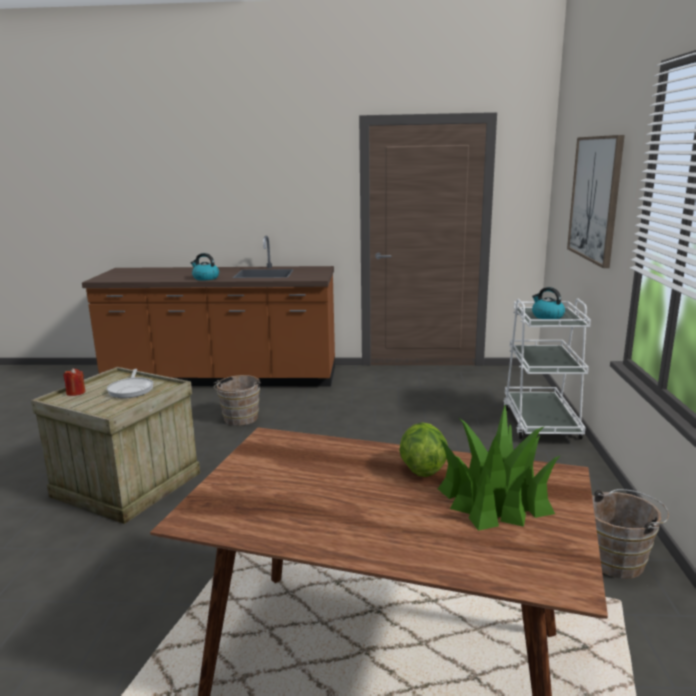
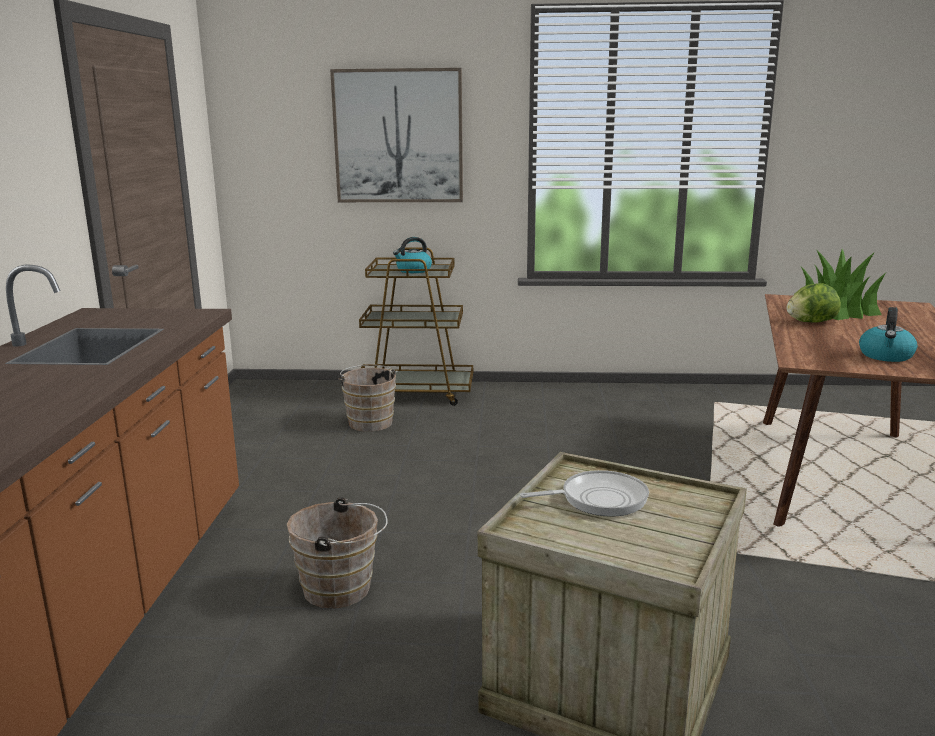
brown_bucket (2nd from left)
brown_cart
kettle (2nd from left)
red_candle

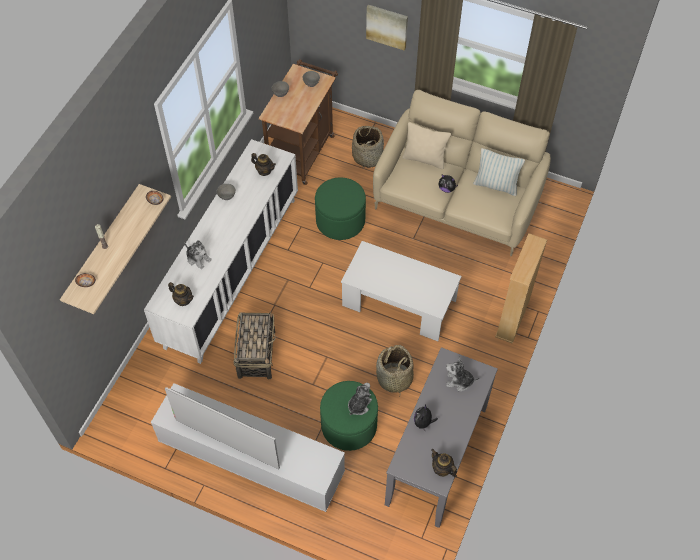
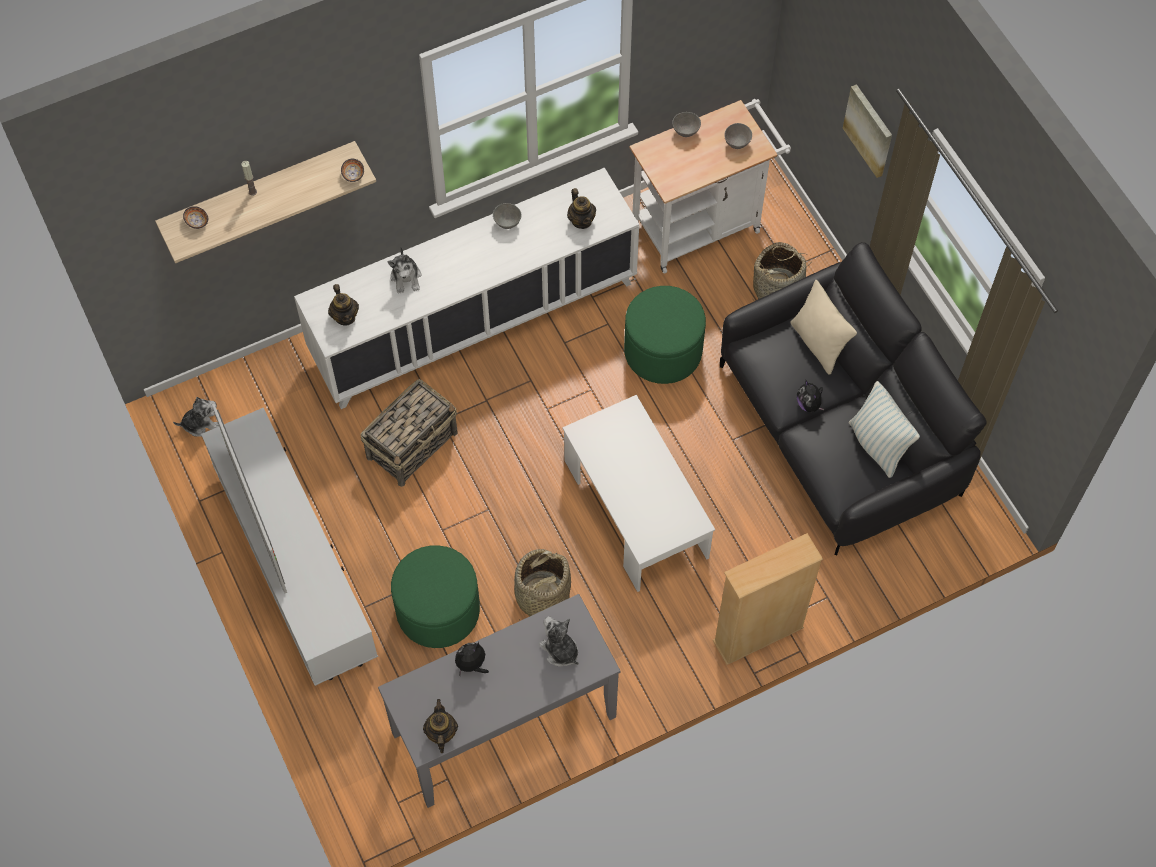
plush_toy (1st from left)
white_cart
black_sofa

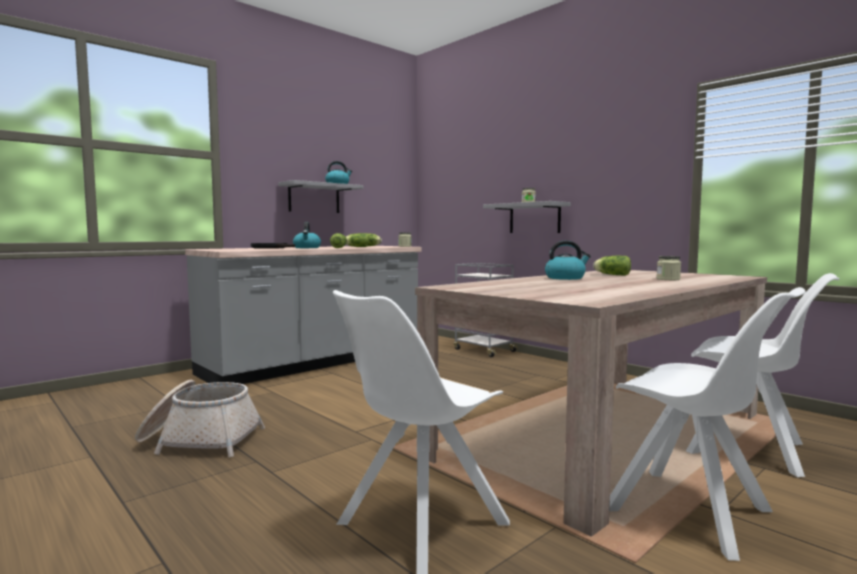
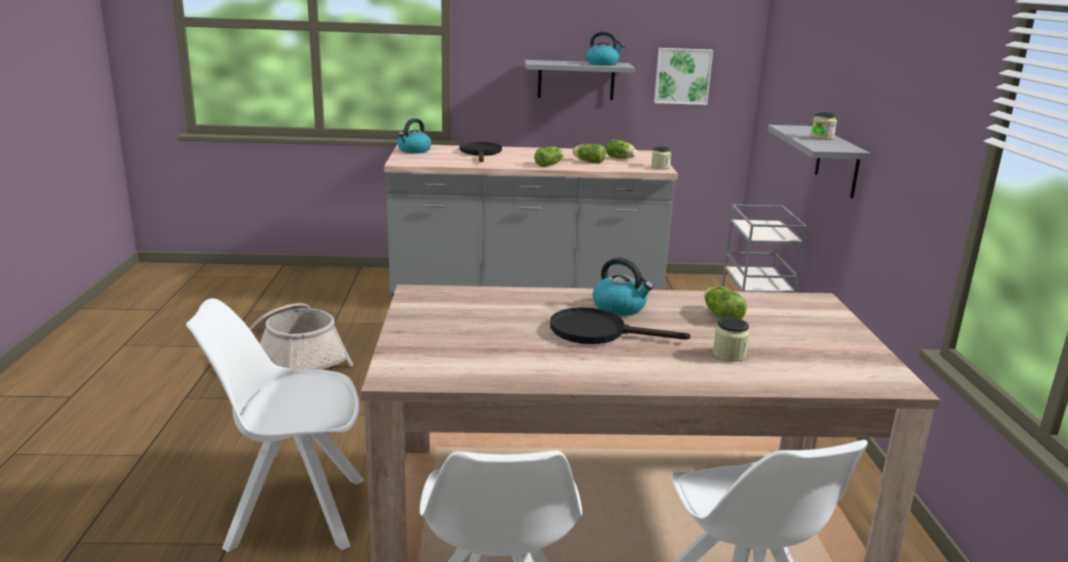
kettle (1st from left)
black_frying_pan (2nd from left)
picture

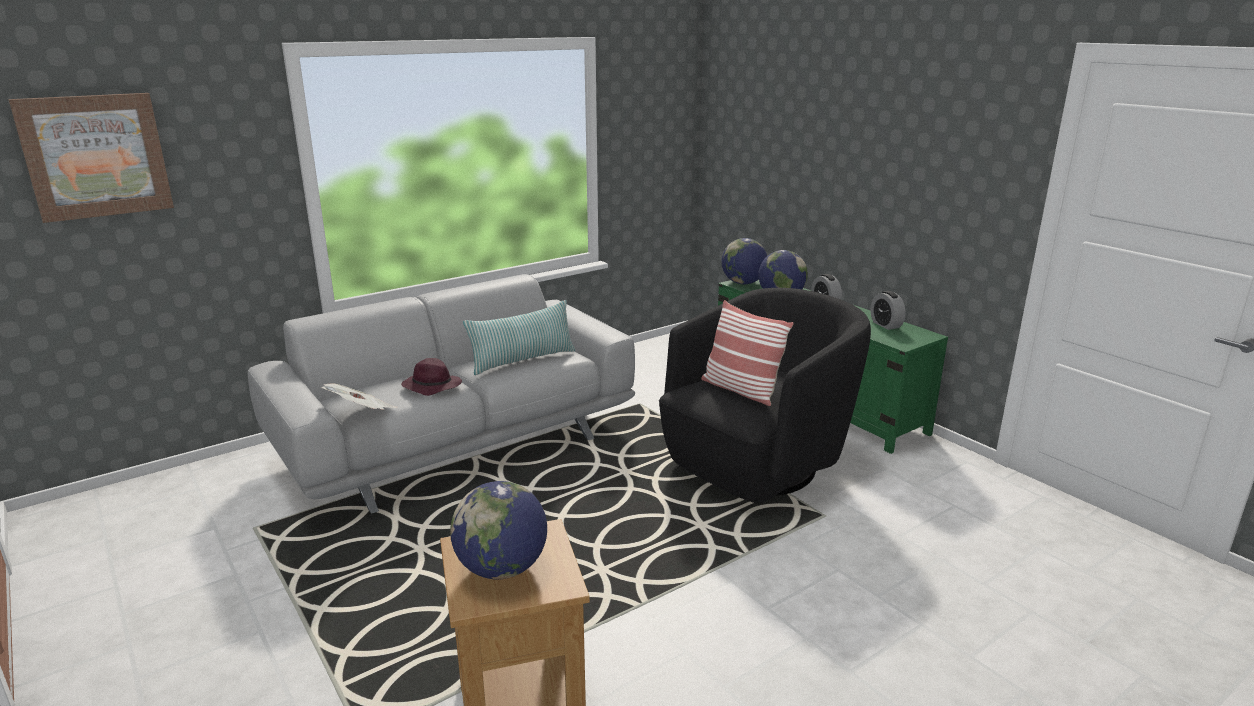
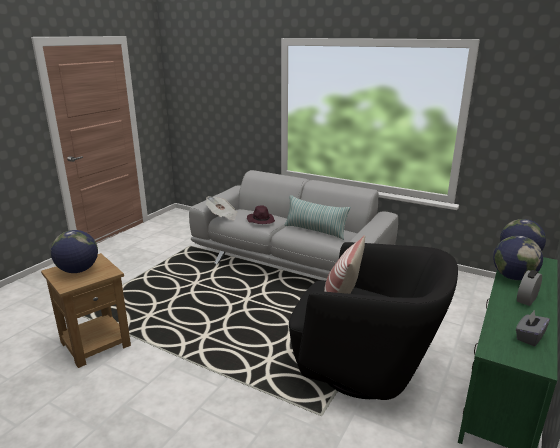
grey_tissue_box
picture

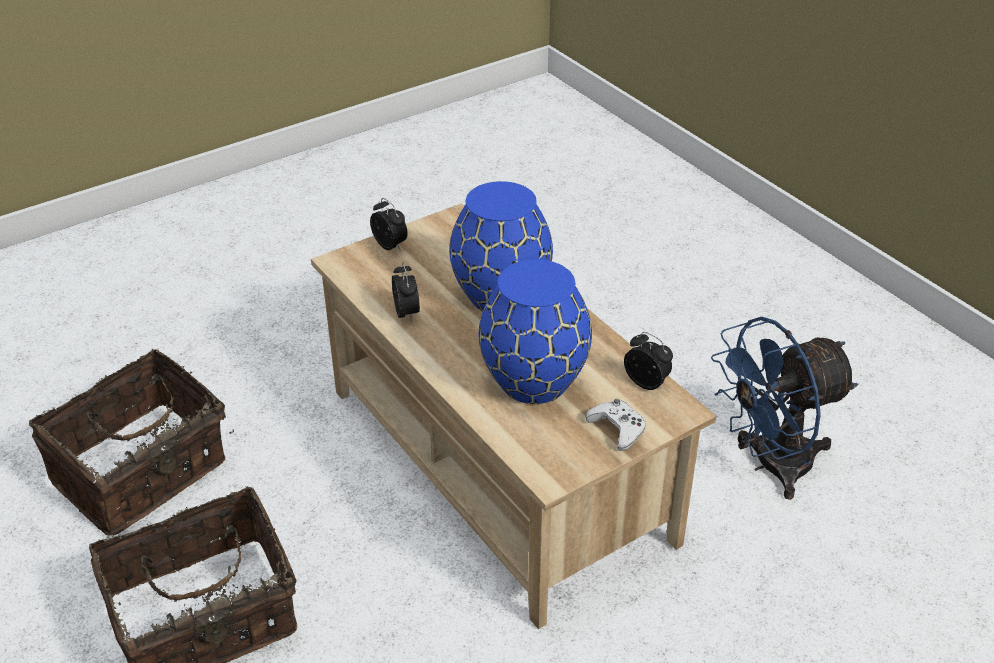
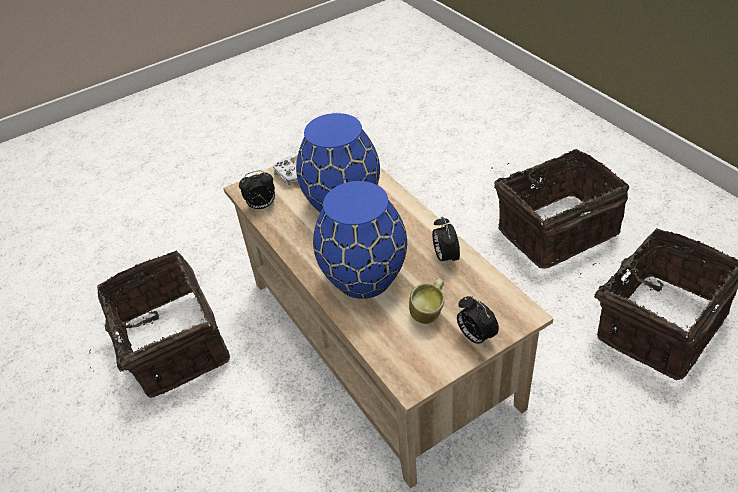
basket (1st from left)
alarm_clock (1st from left)
mug

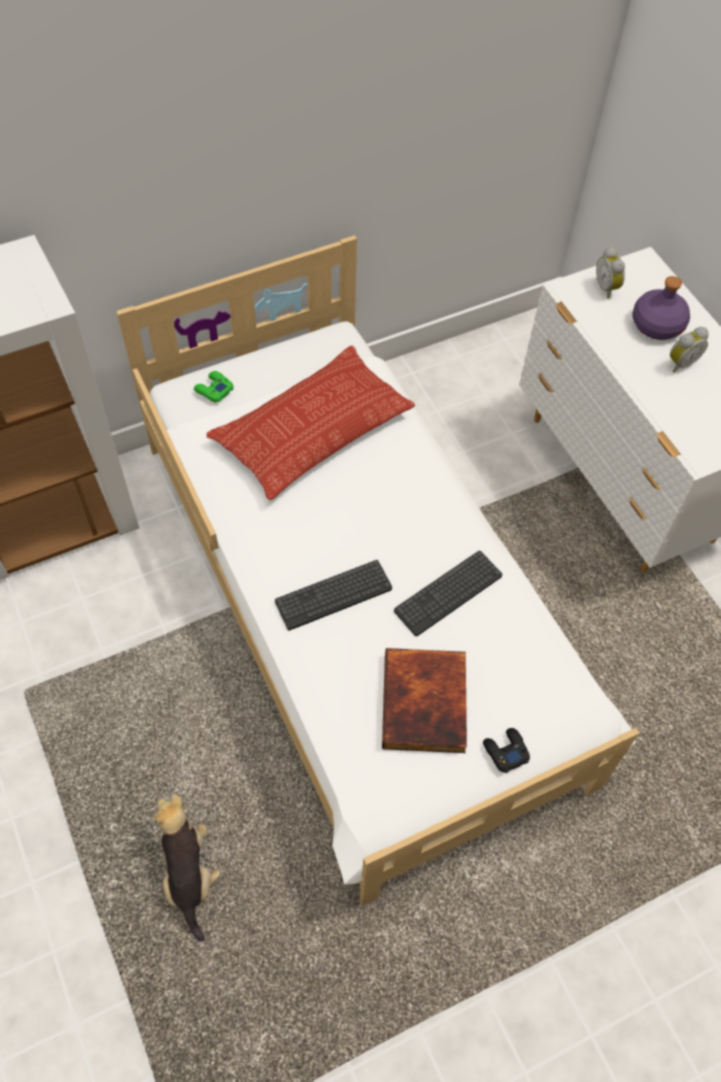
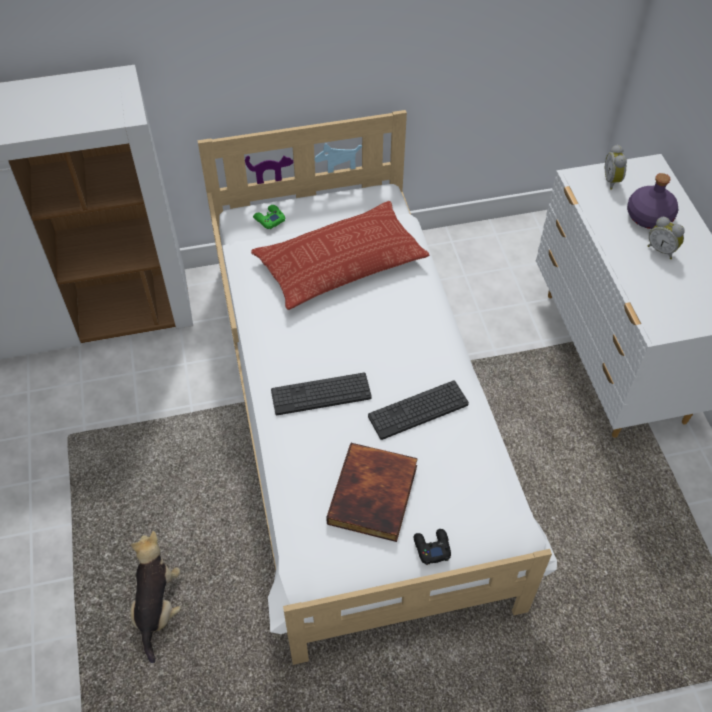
alarm_clock (2nd from left)

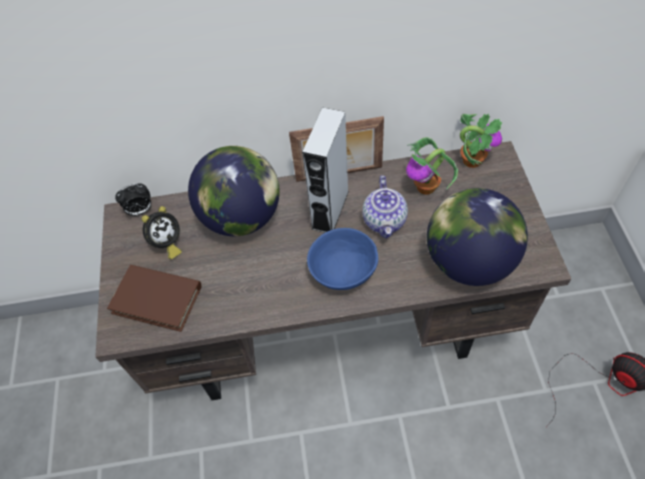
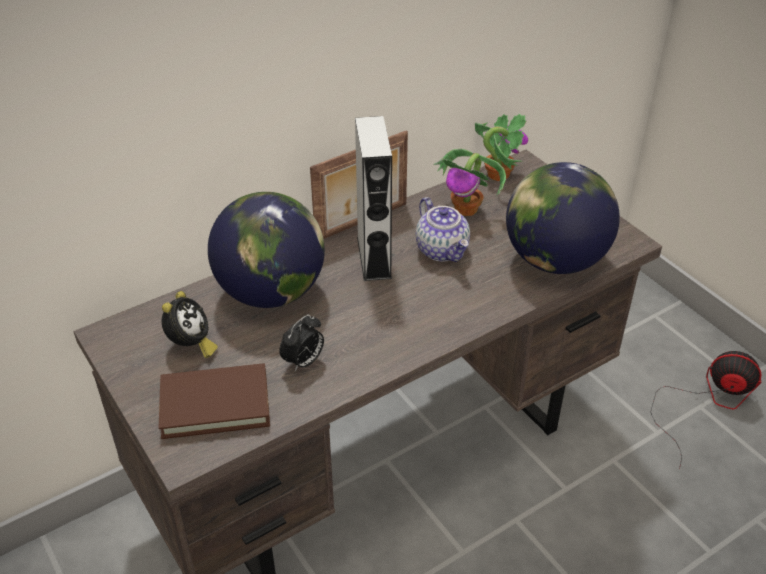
alarm_clock (2nd from left)
blue_bowl

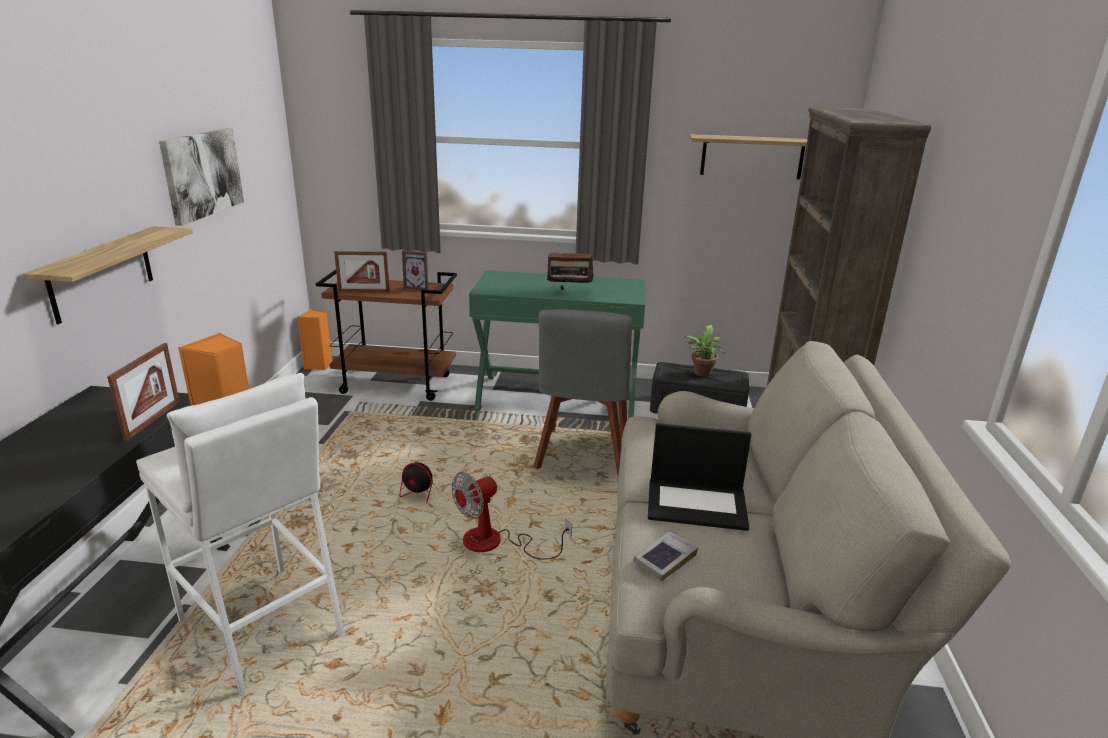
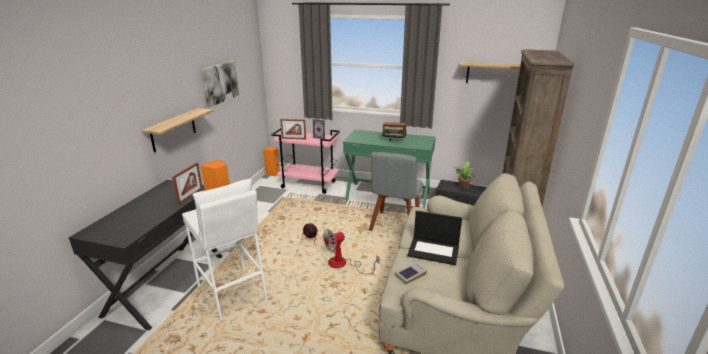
pink_cart

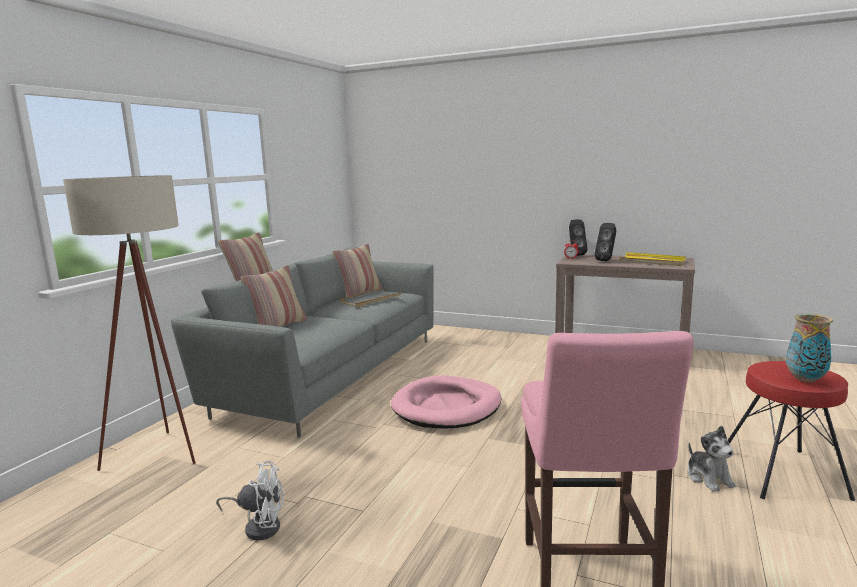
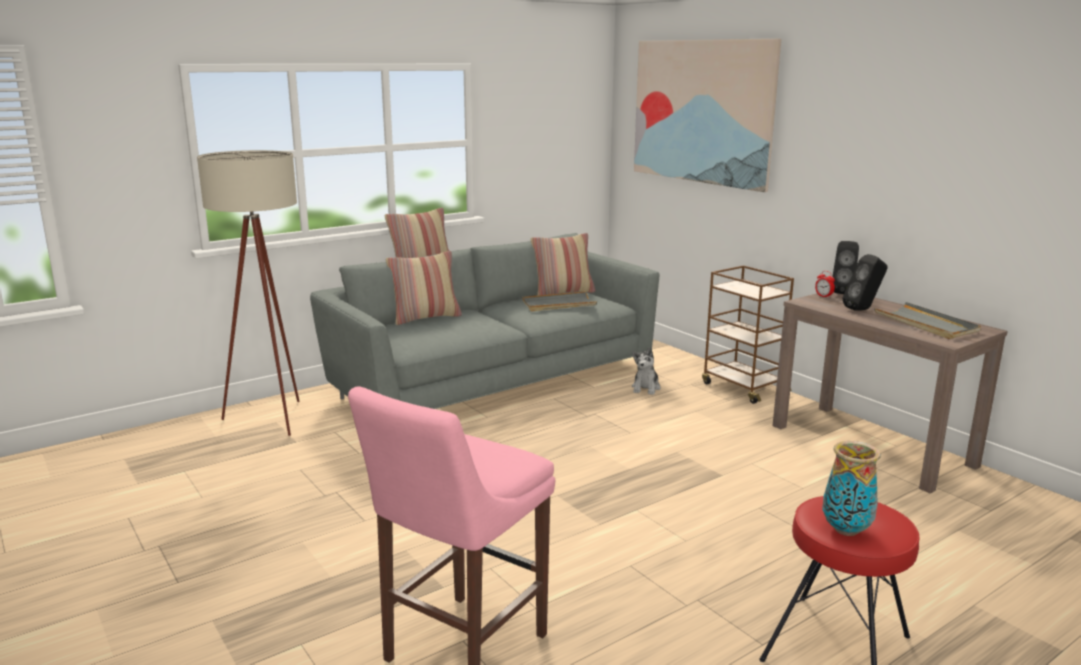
plush_toy
picture
brown_cart
grey_tray (2nd from left)
white_fan
pink_dog_bed

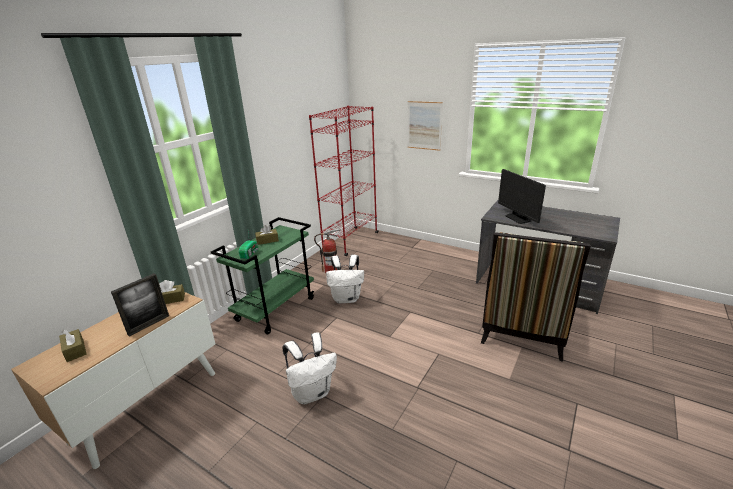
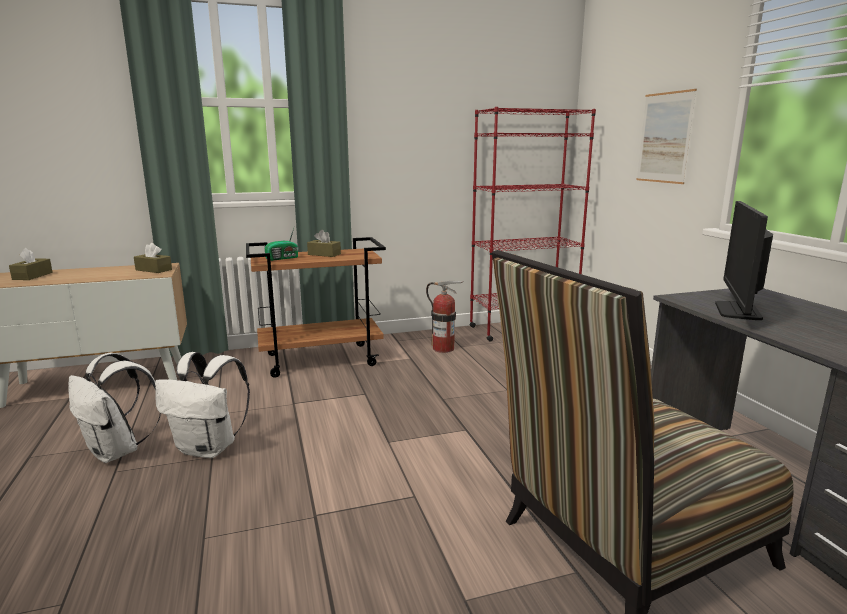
white_backpack (1st from left)
brown_cart
picture_frame

